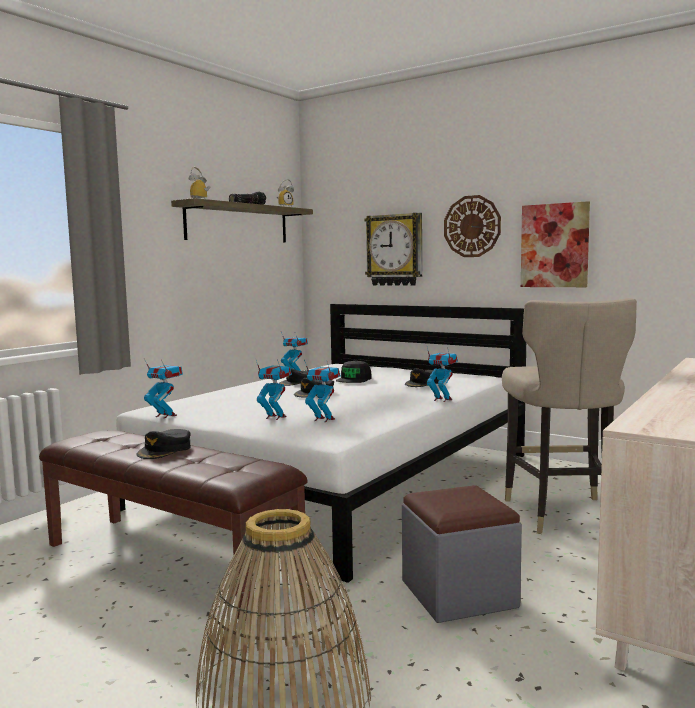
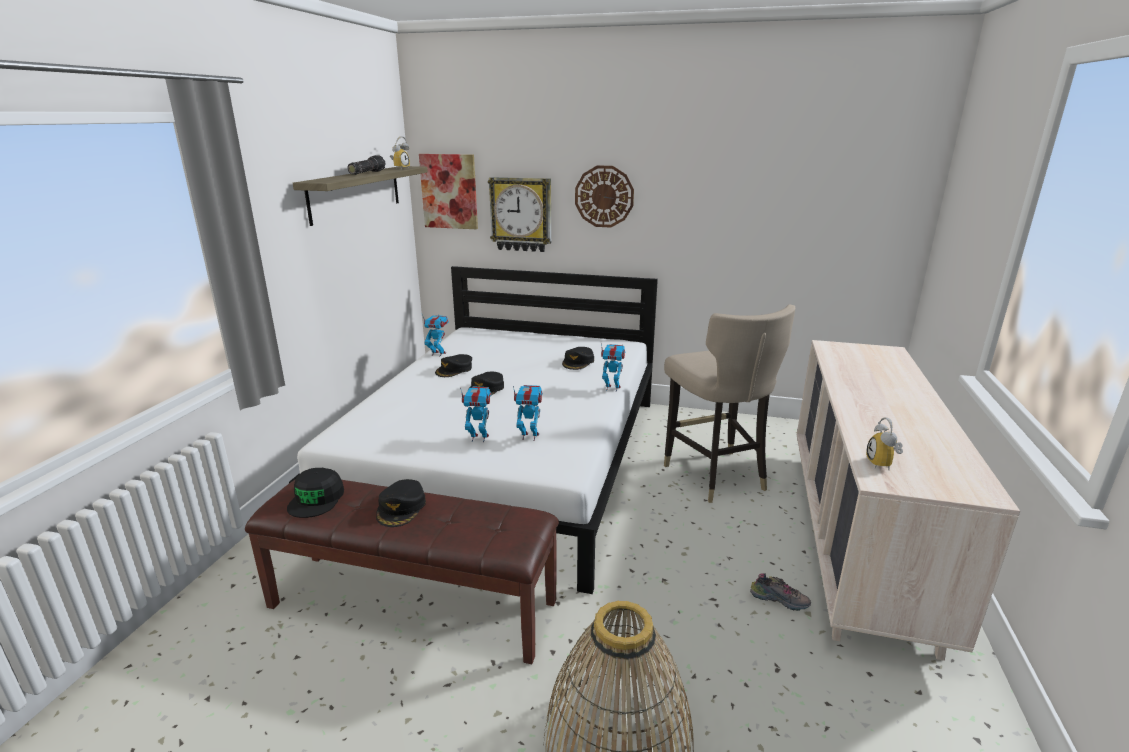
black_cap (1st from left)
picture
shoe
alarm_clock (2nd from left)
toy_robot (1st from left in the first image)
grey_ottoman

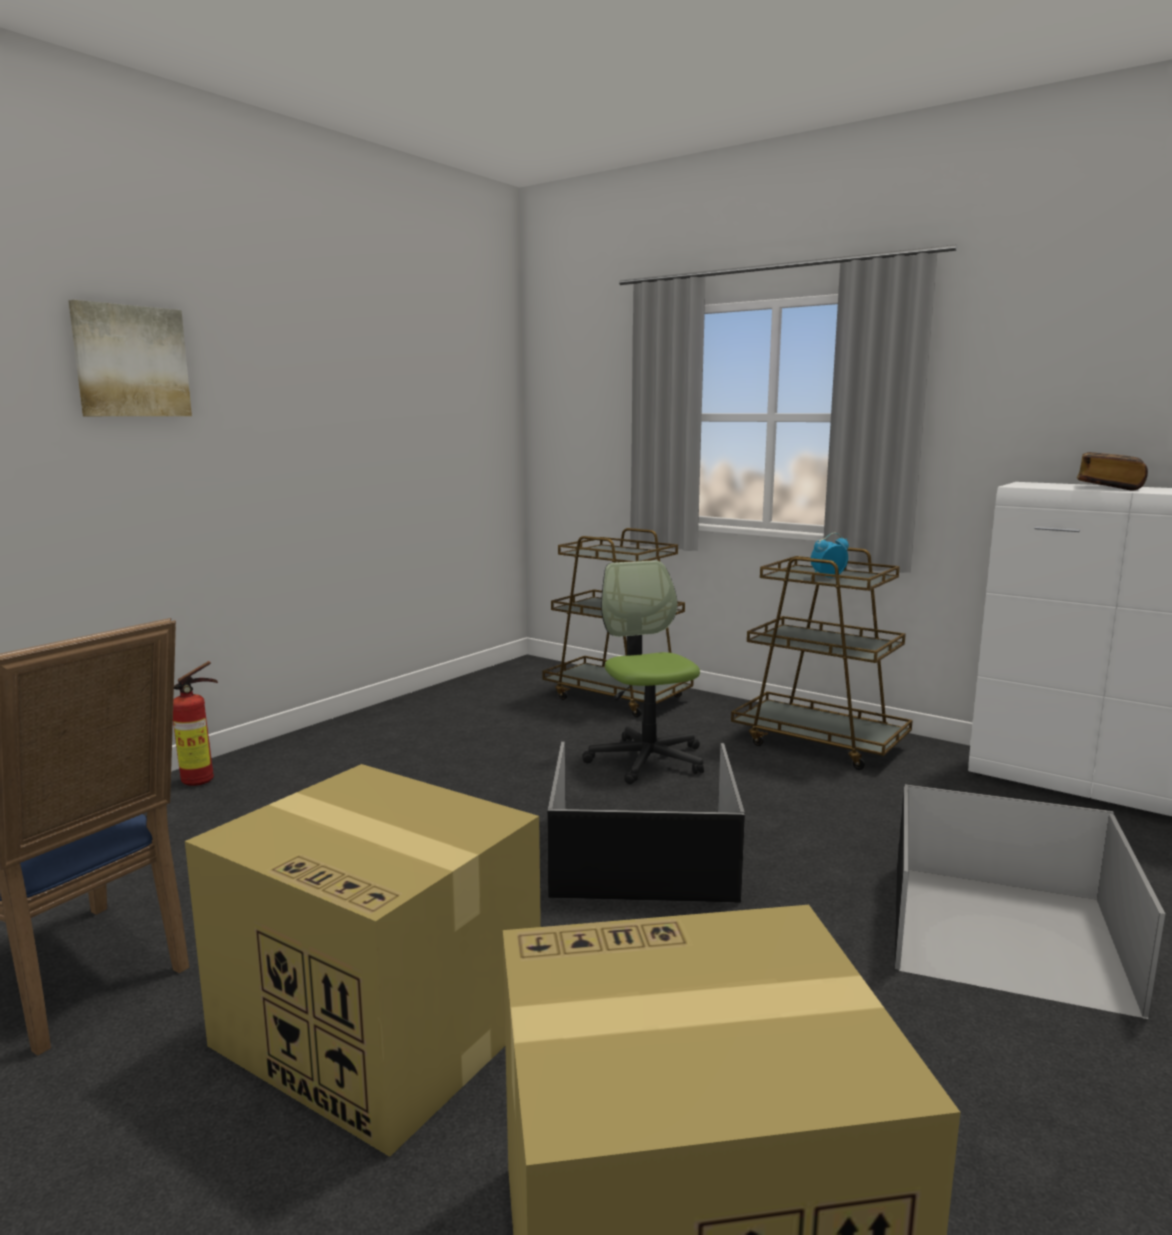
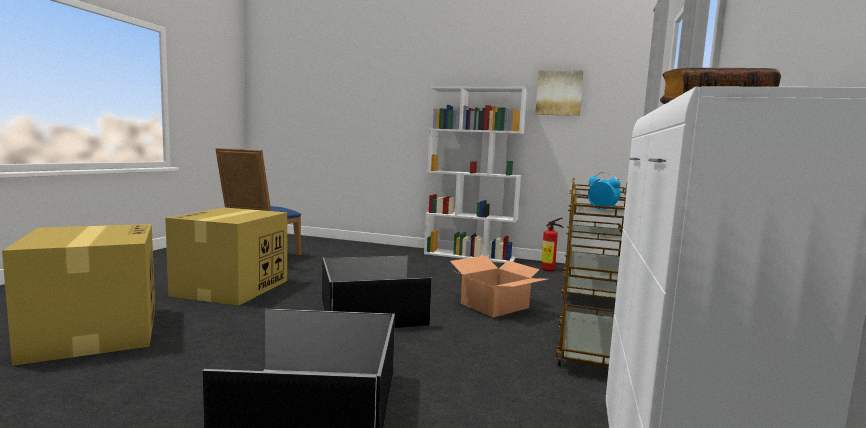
white_bookcase
cardboard_box (3rd from left)
picture
fire_extinguisher

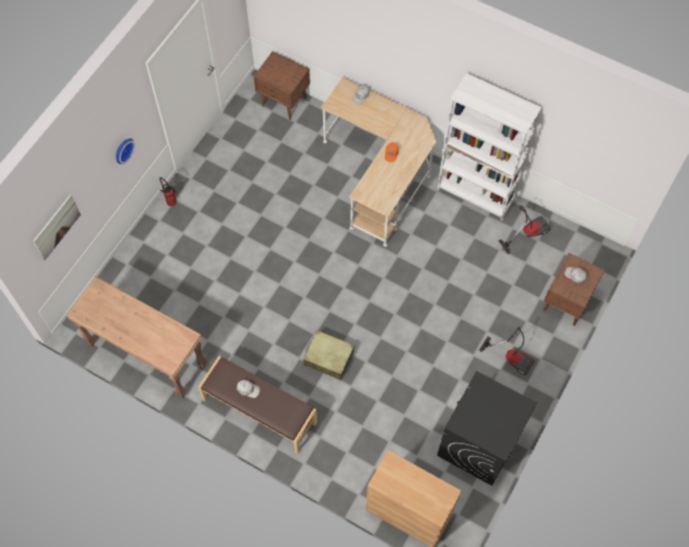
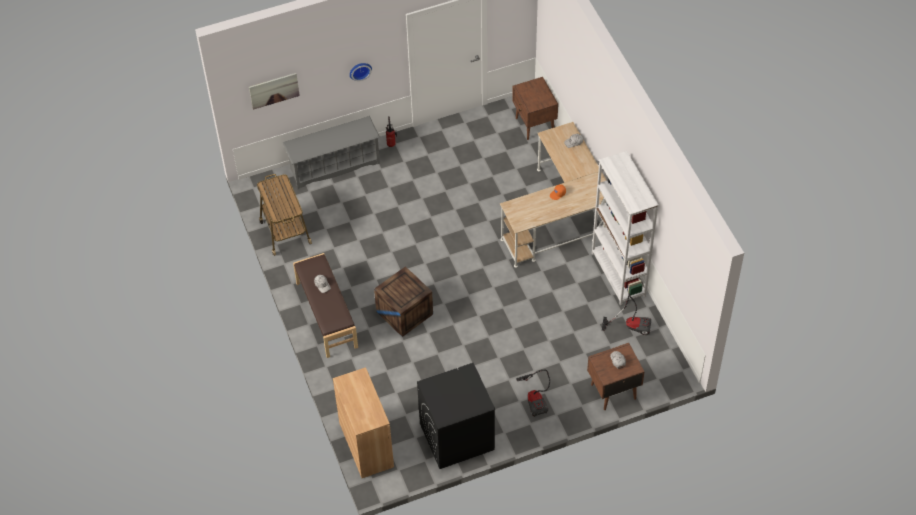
cart
grey_shoe_rack
crate

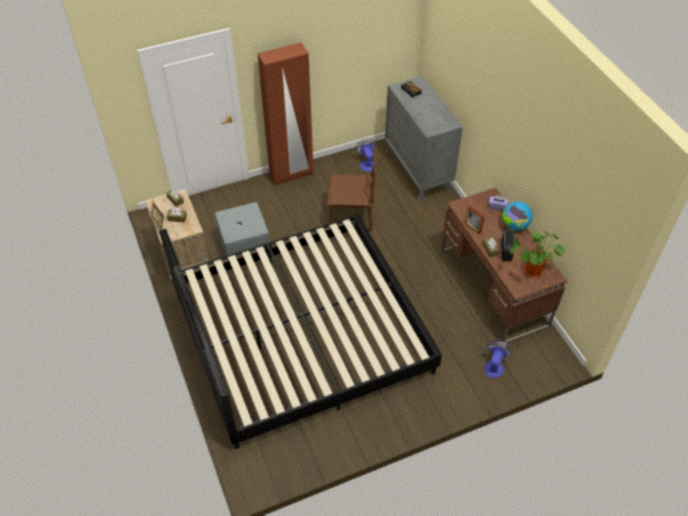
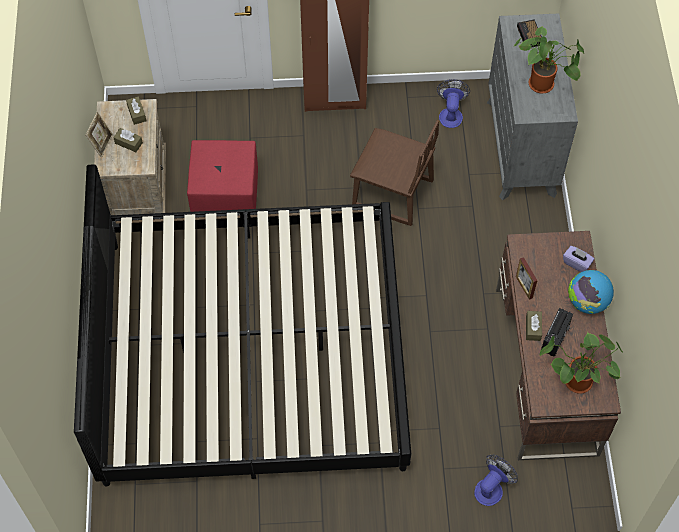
red_ottoman
potted_plant (1st from left)

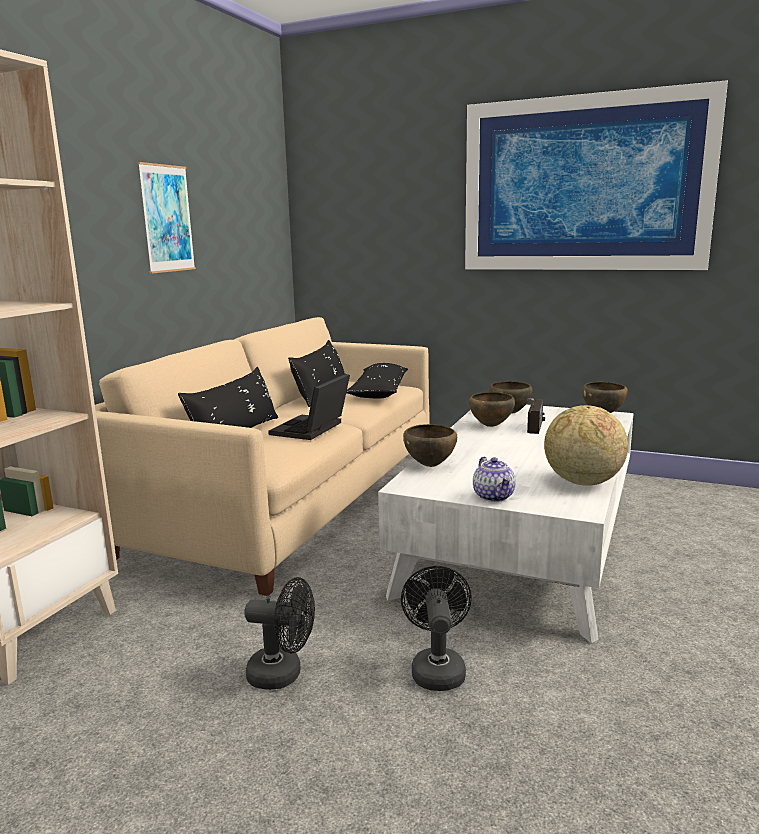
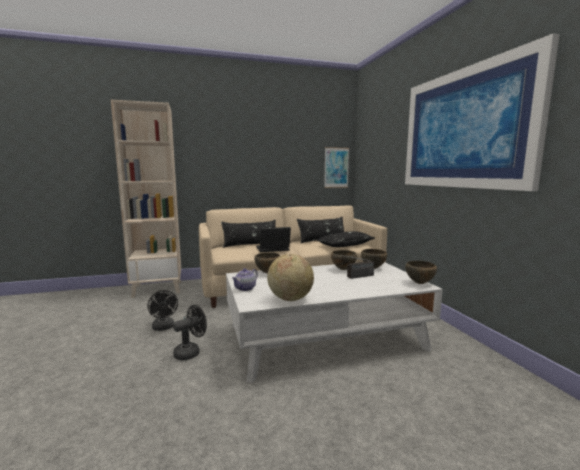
picture (1st from left)

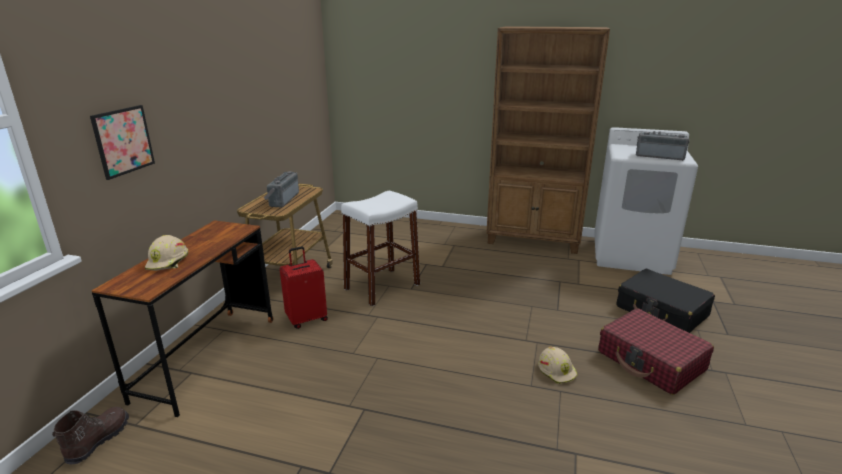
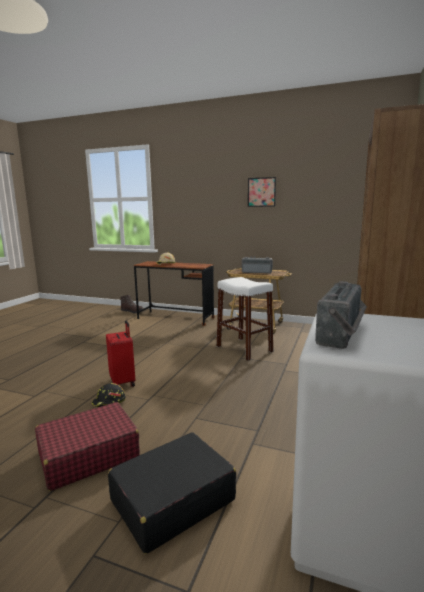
black_hard_hat
red_suitcase (2nd from left)
picture

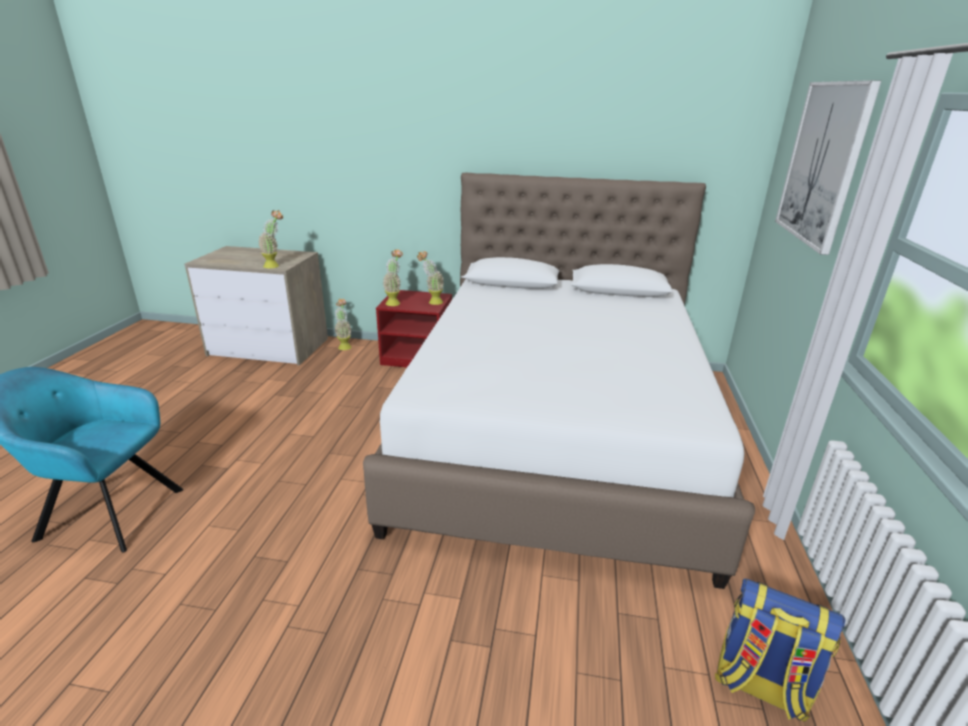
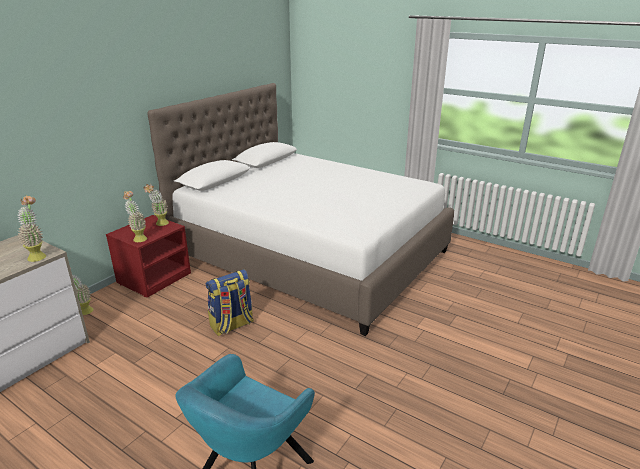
backpack
picture

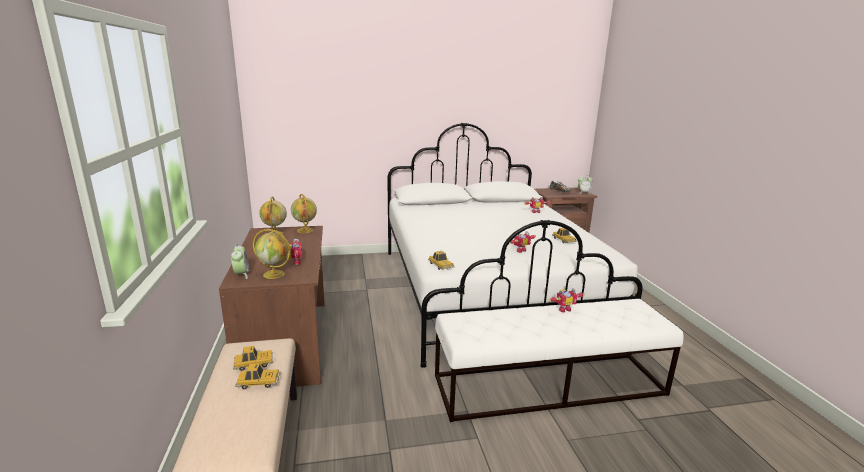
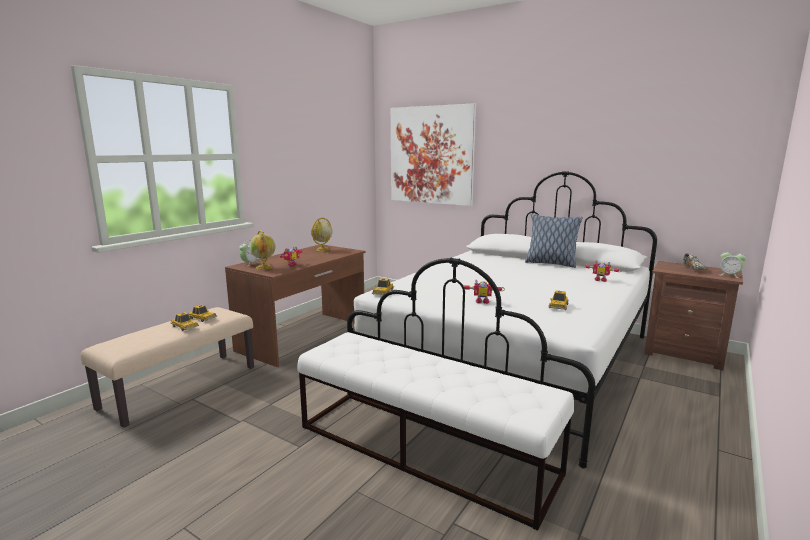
picture
pillow
globe (3rd from left in the first image)
toy_robot (4th from left in the first image)

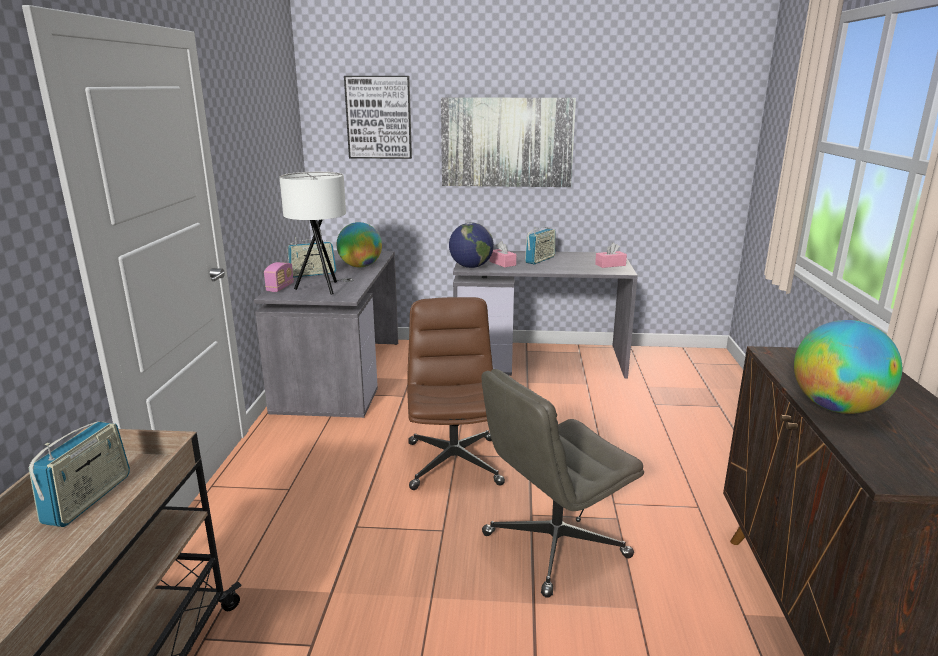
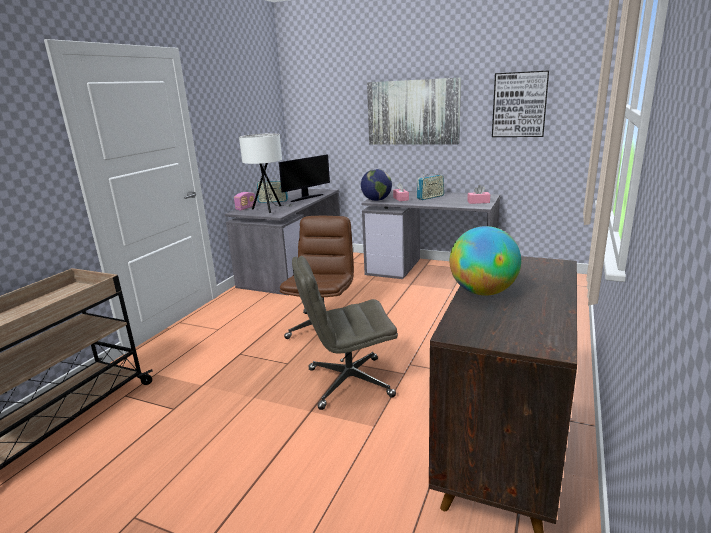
monitor
picture (2nd from left)
radio (1st from left in the first image)

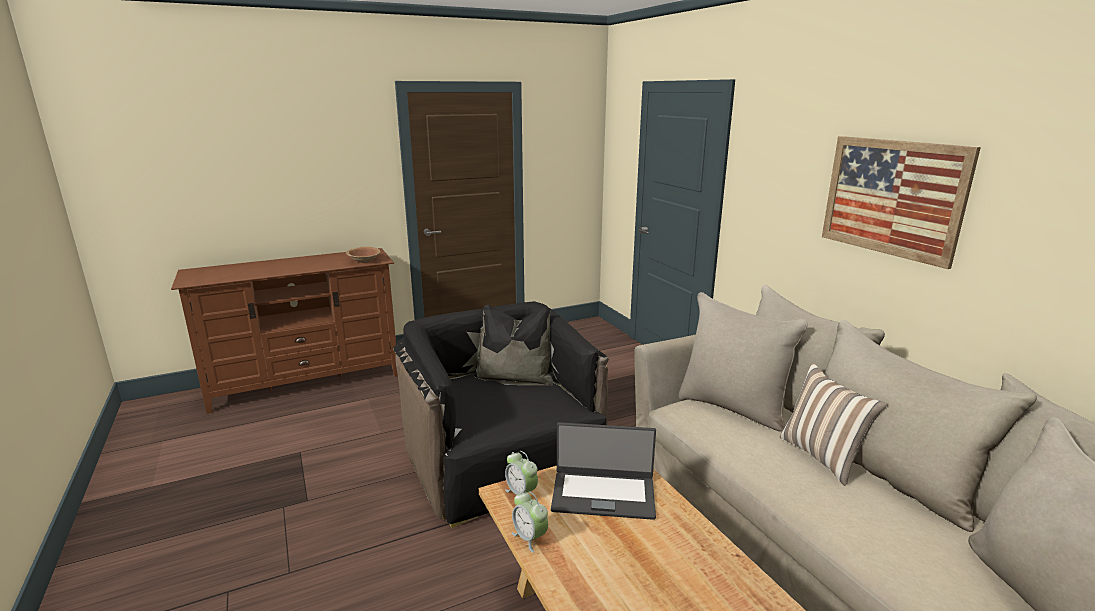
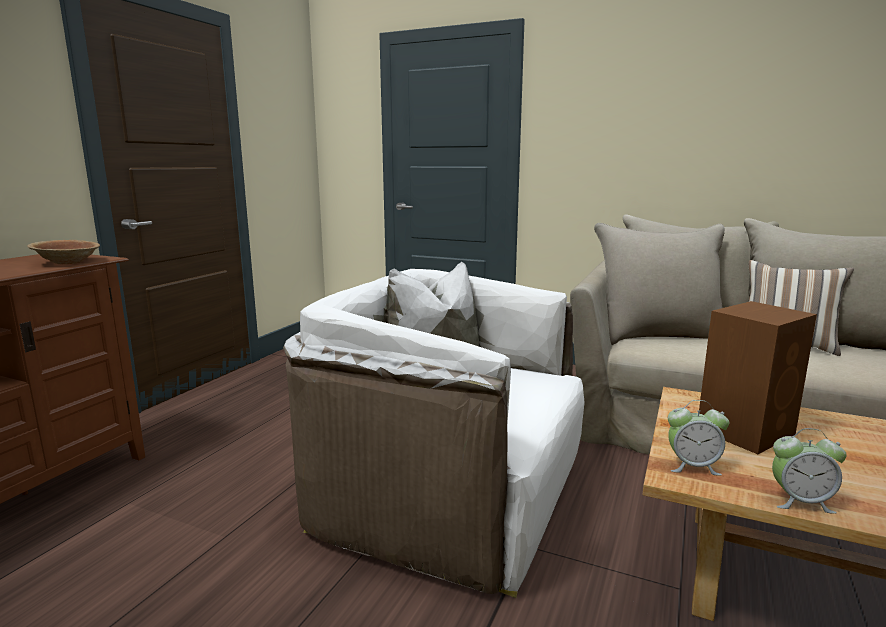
white_armchair
brown_speaker
picture

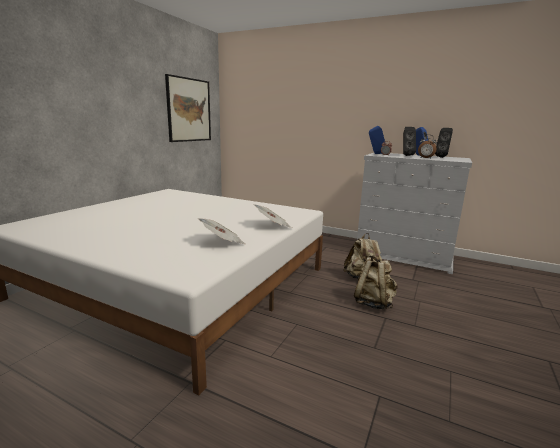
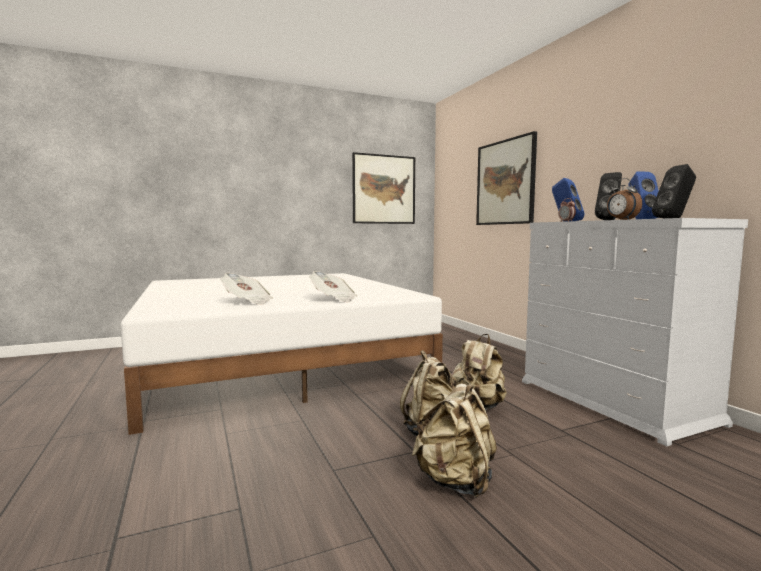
beige_backpack (2nd from left)
picture (2nd from left)

